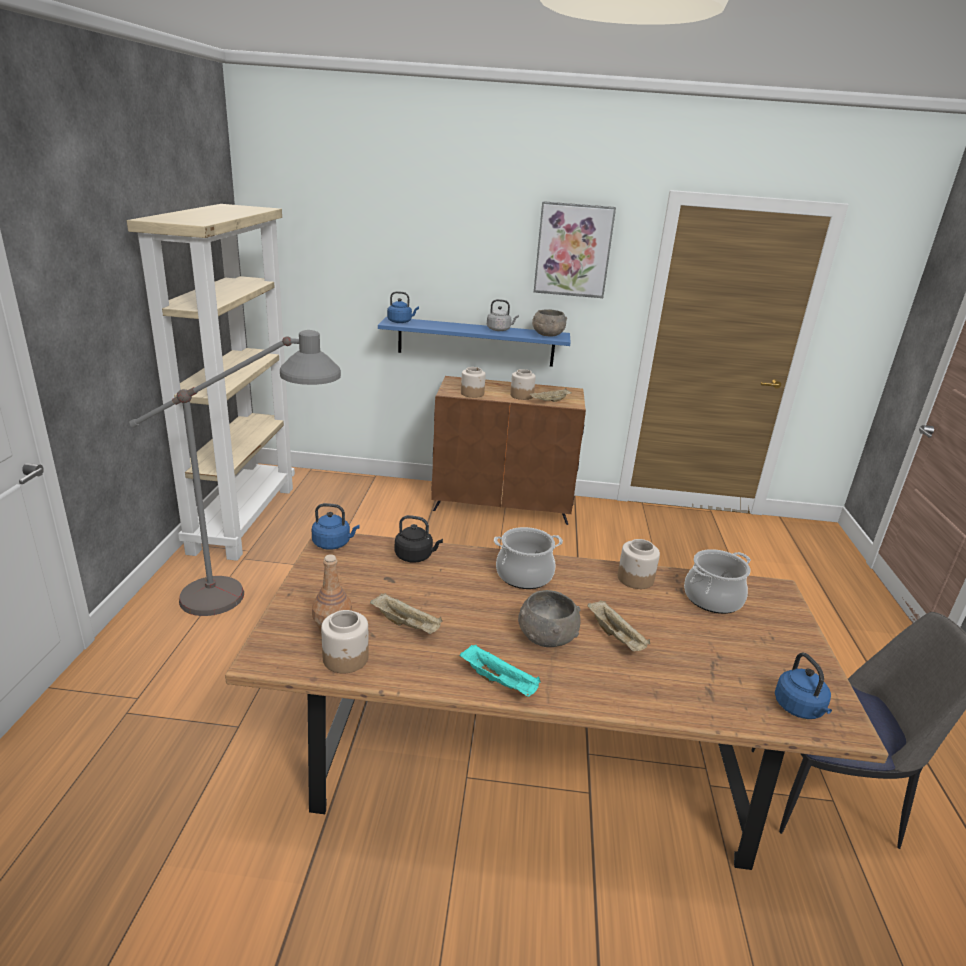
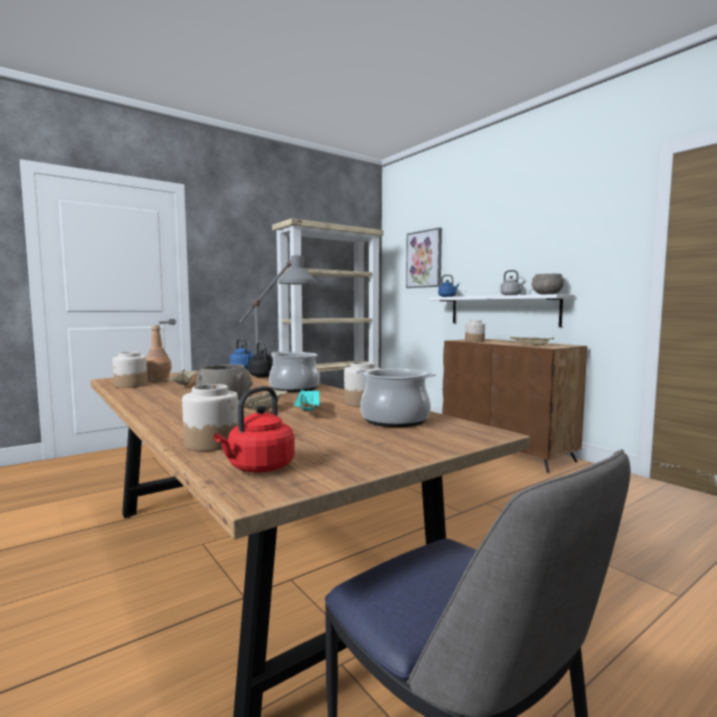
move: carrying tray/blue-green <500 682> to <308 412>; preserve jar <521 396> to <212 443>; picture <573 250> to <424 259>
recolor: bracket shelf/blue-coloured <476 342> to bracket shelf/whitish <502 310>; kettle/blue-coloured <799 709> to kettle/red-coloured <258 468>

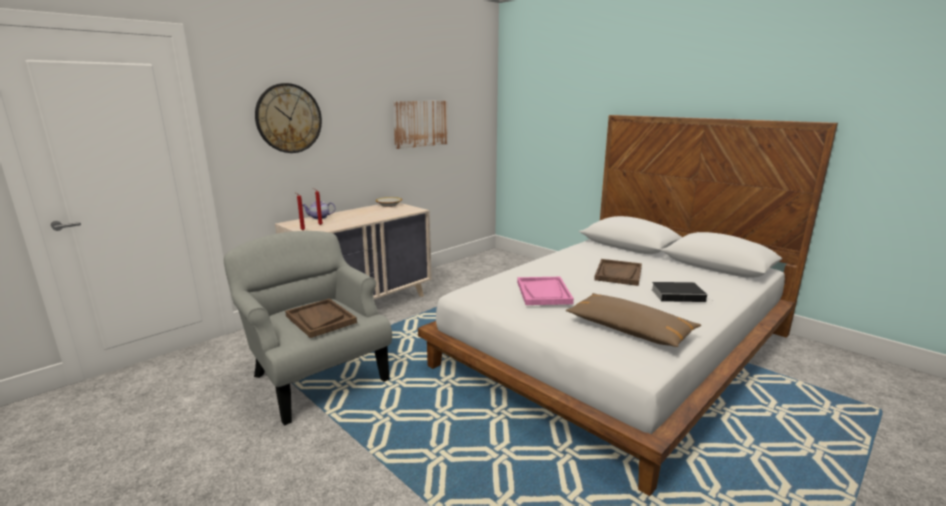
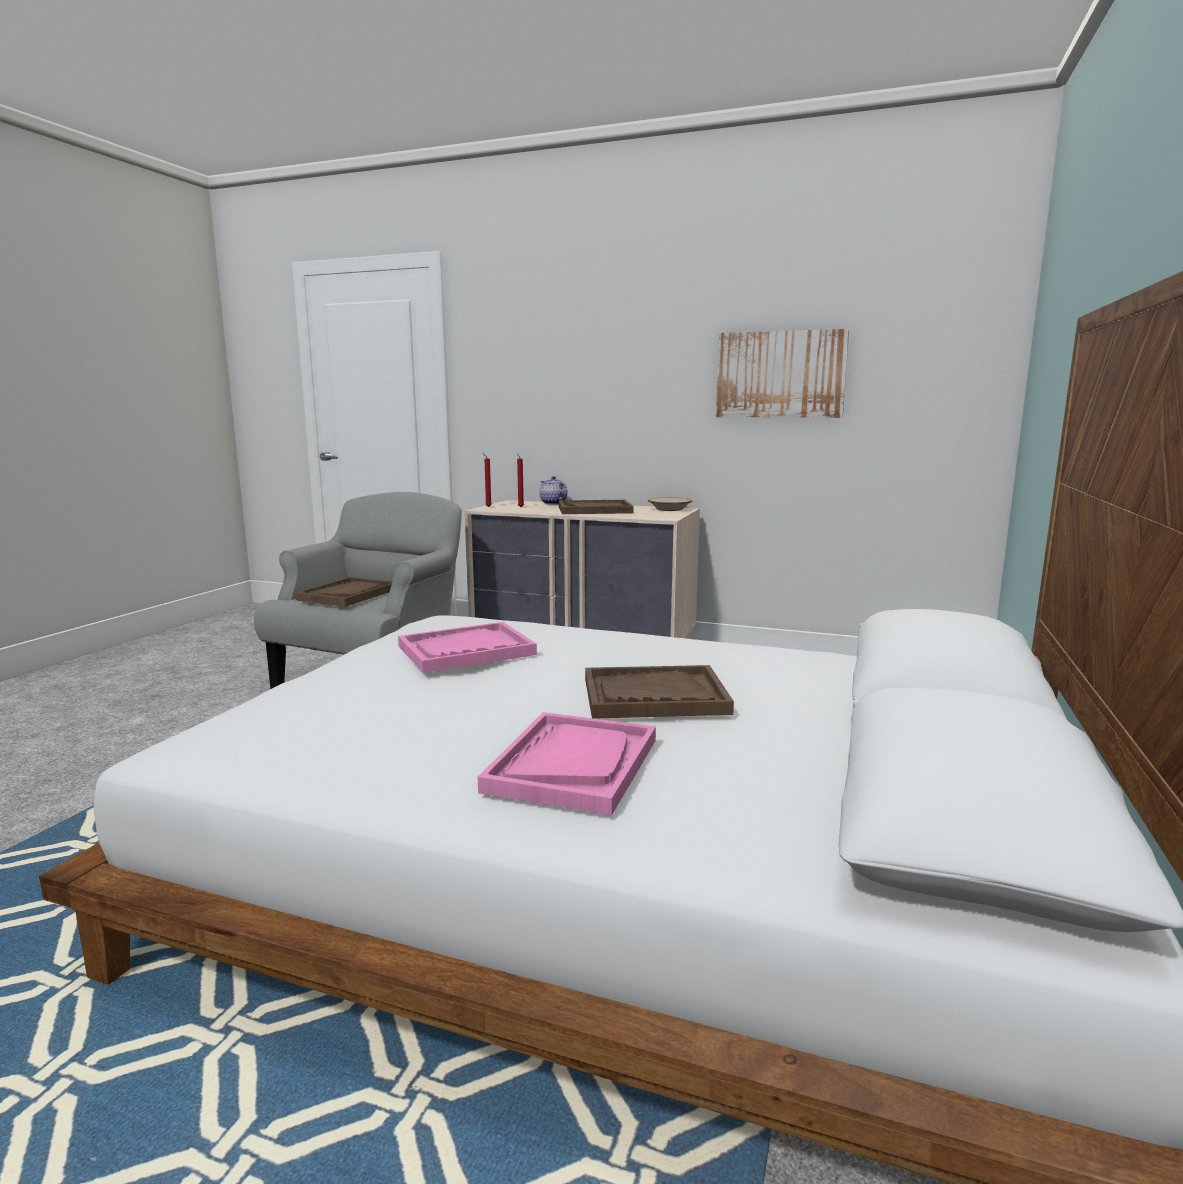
delete: hanging clock <289 118>; throw pillow/brown <629 329>
insert: carrying tray/brown <595 510>
replace: volume <679 295> to carrying tray/pink-coloured <573 764>

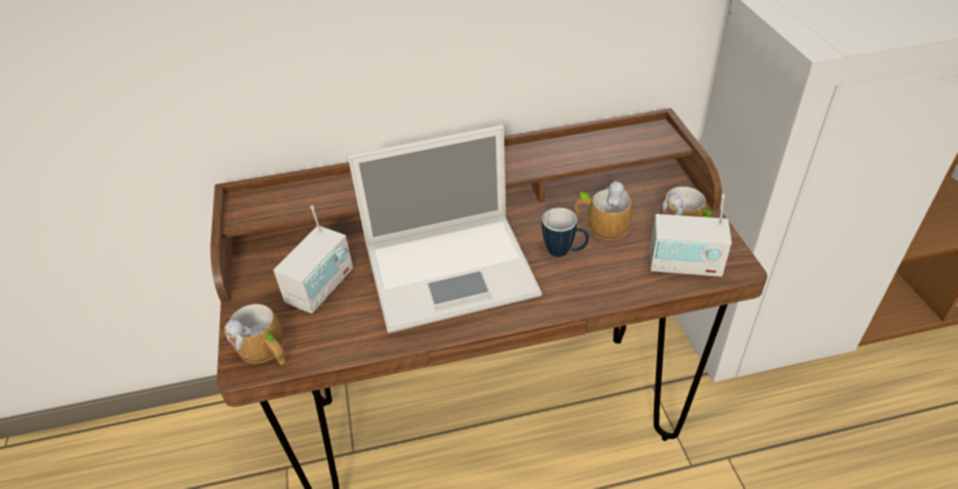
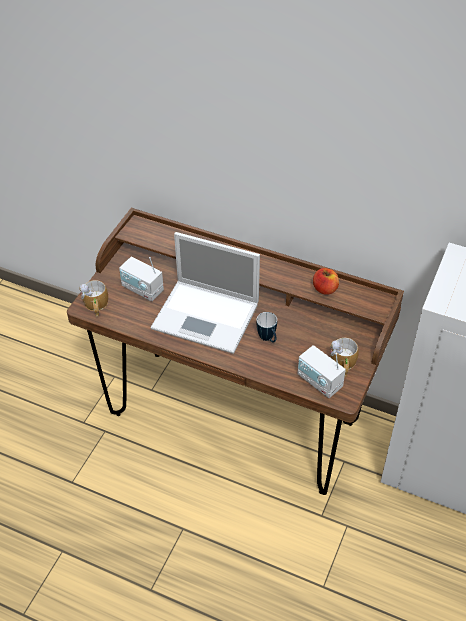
delete: mug <601 224>
insert: whole apple <325 289>
rotate: radio set <321 287> = <142 289> 60 degrees clockwise

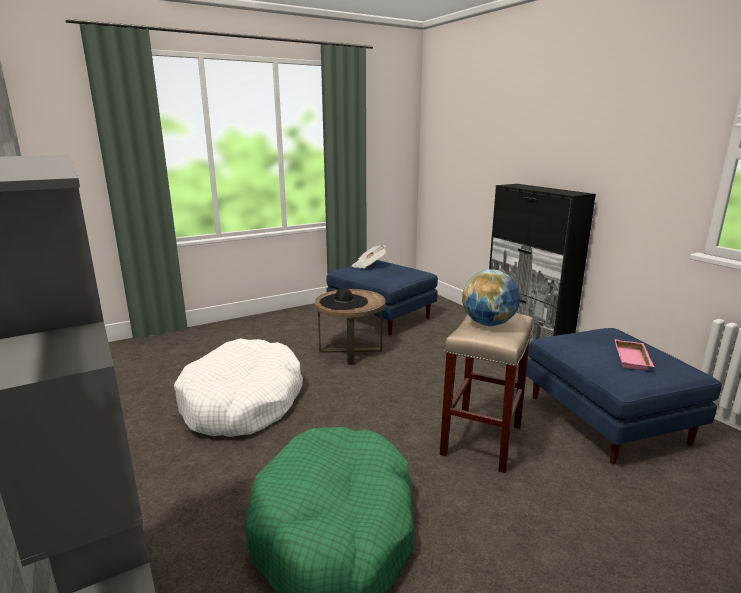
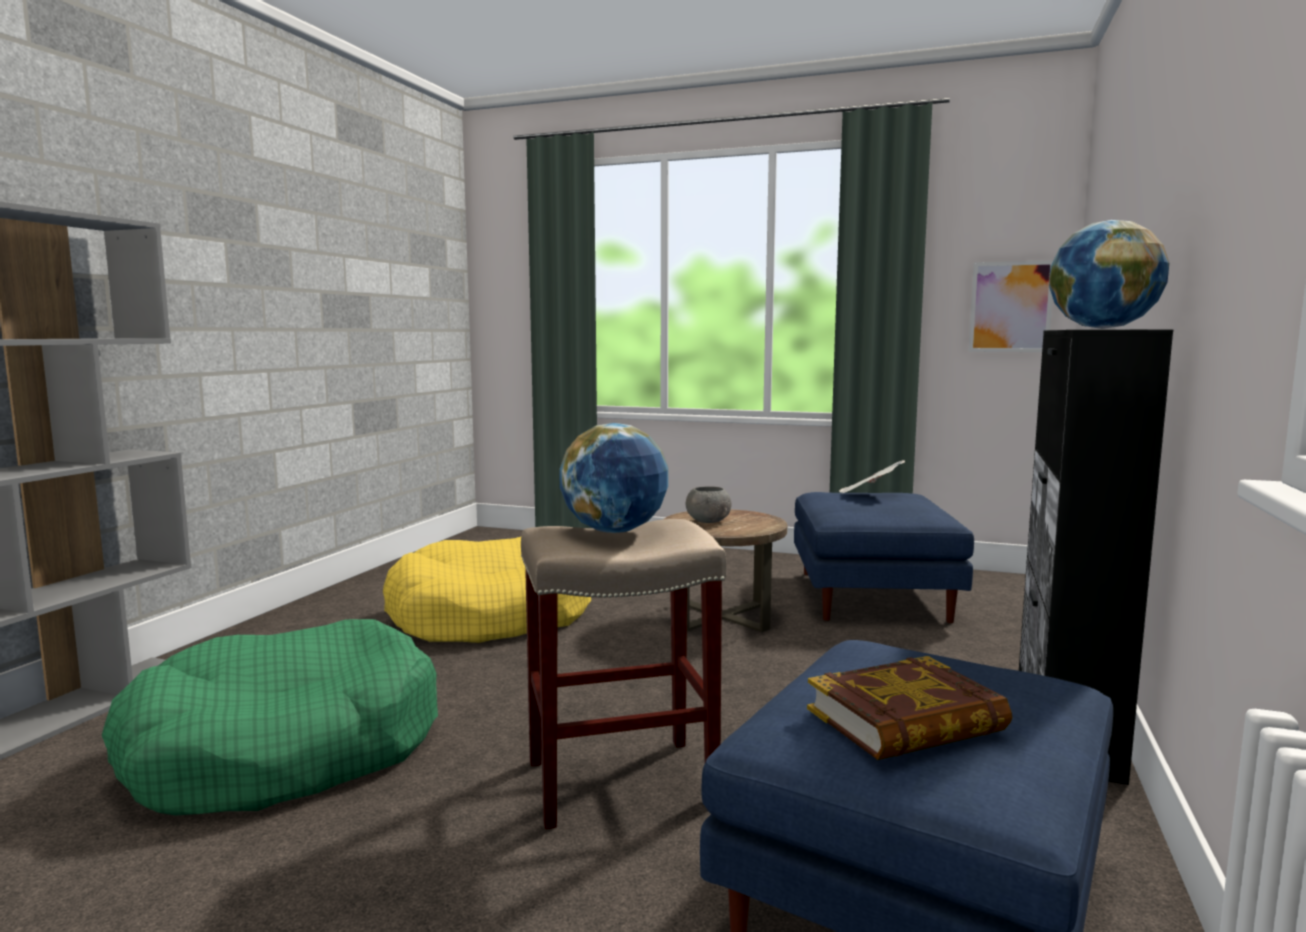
insert: picture <1010 307>; globe <1101 329>
replace: clothing hat/blackish <343 302> to serving bowl/greyish <708 521>; carrying tray/pink-coloured <633 359> to volume <906 721>
recolor: dog bed/whitish <242 402> to dog bed/yellow <490 615>

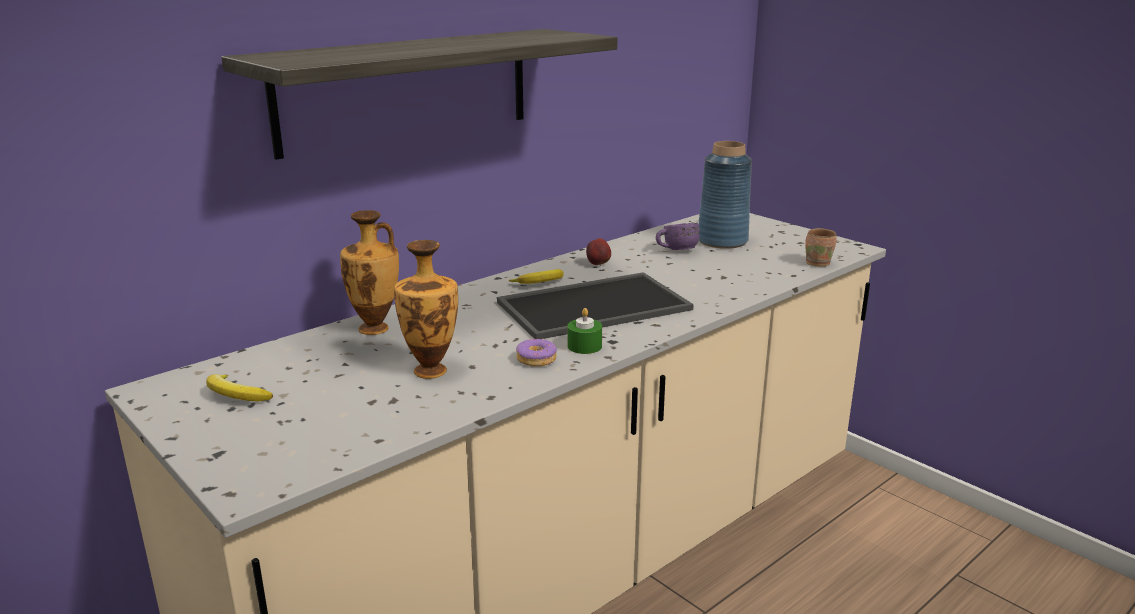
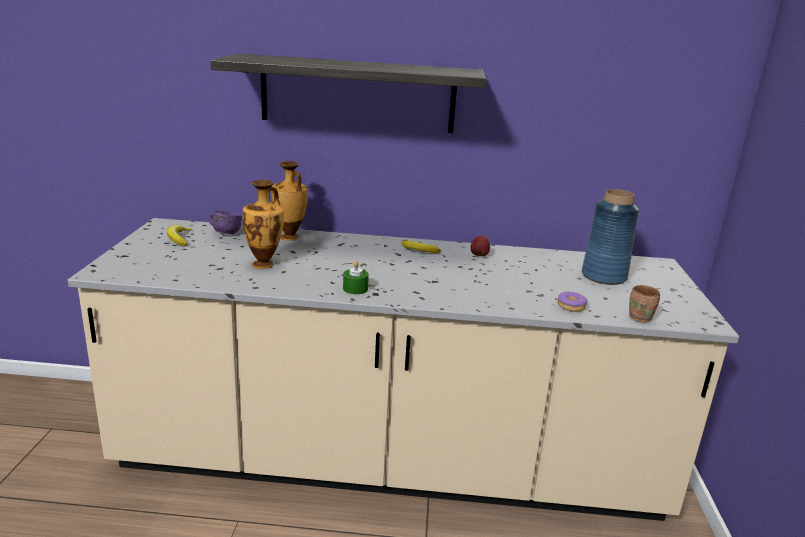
delete: carrying tray <594 305>
move: ring doughnut <536 359> to <571 306>; mug/purple-coloured <675 250> to <225 232>

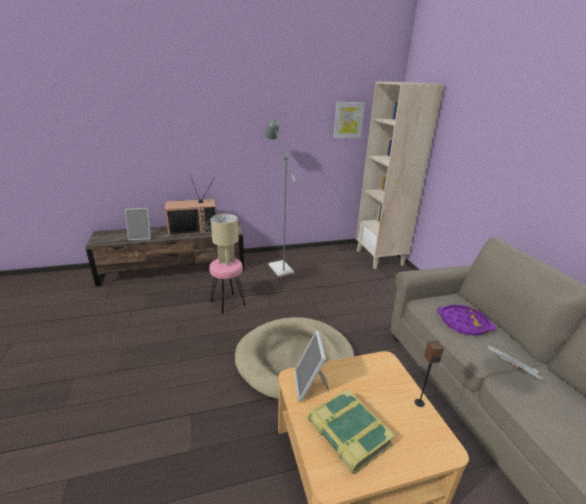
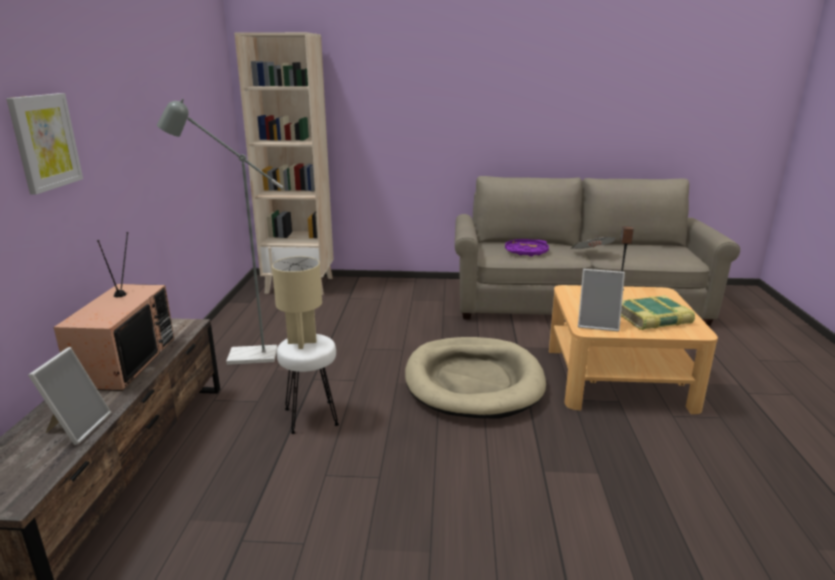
move: picture <348 120> to <45 142>
recolor: sitting stool/pink-coloured <228 303> to sitting stool/whitish <311 416>

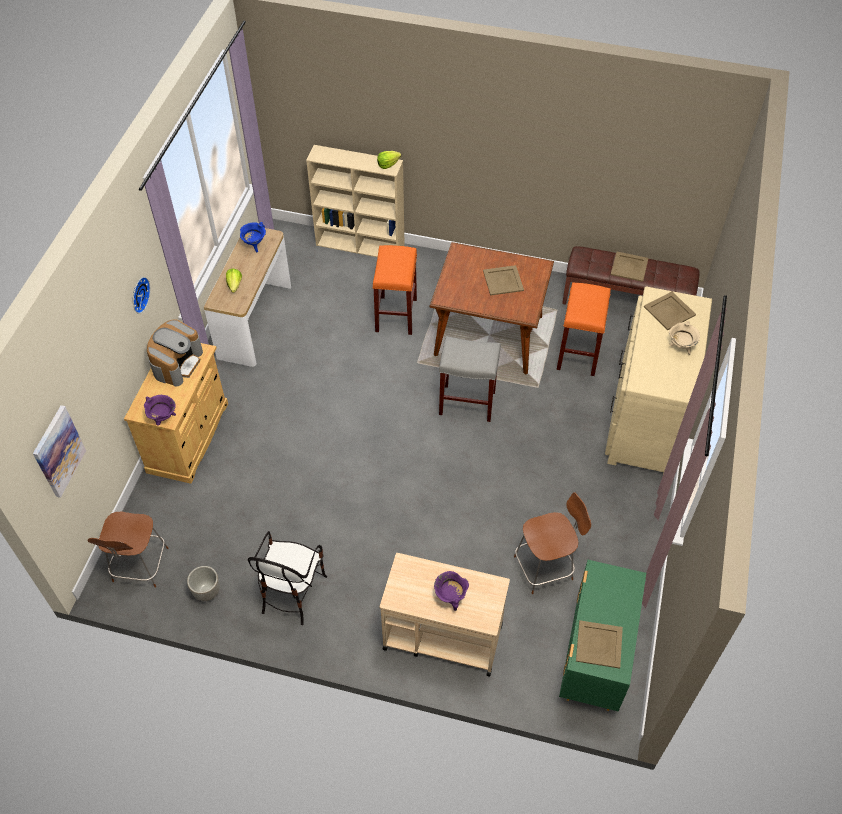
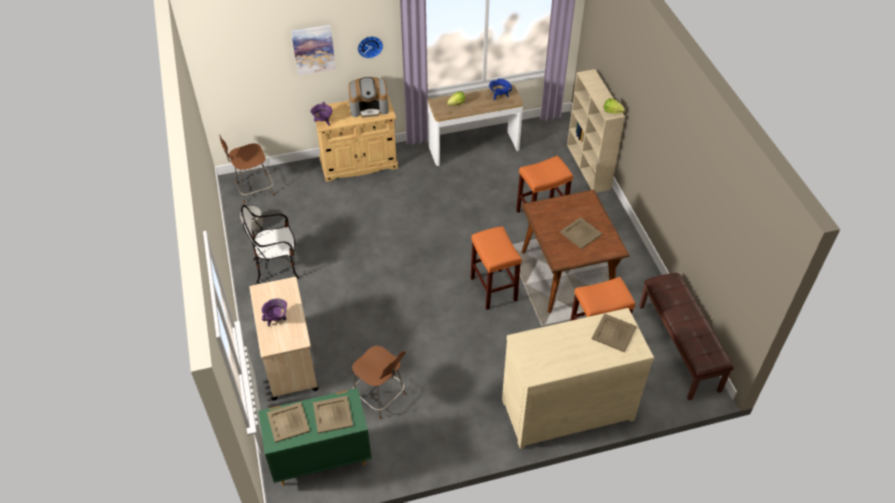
delete: cooking pot/beige <680 347>
move: picture <58 451> to <313 49>; carrying tray/beige <629 267> to <332 414>
recolor: sitting stool/greyish <466 403> to sitting stool/orange <493 289>

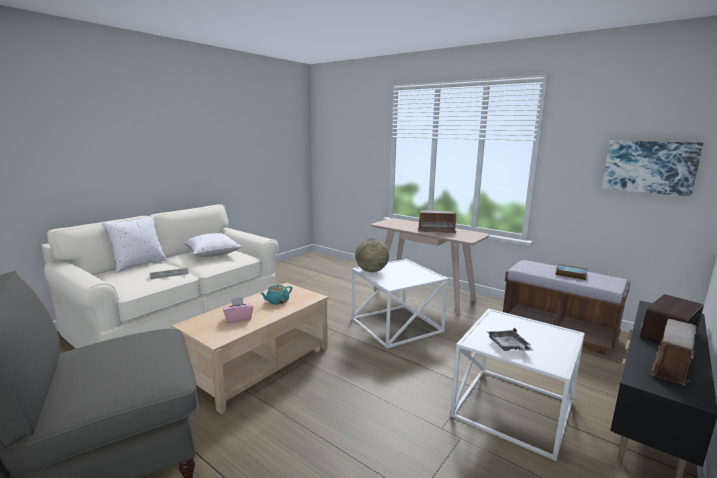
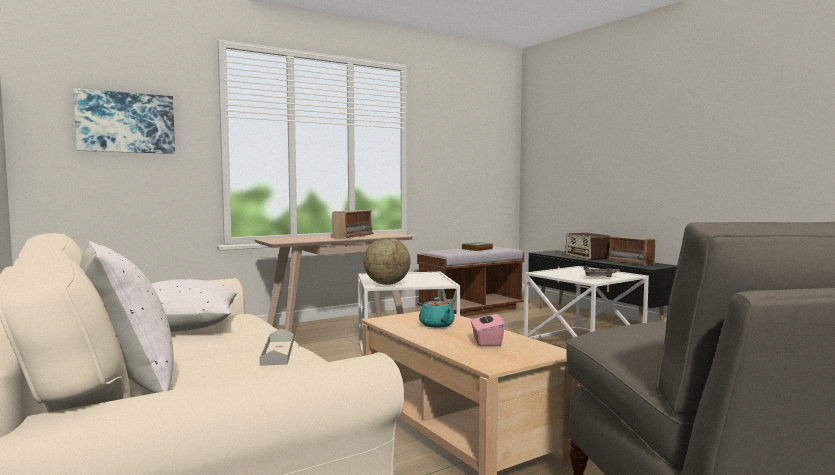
move: picture <649 167> to <125 122>

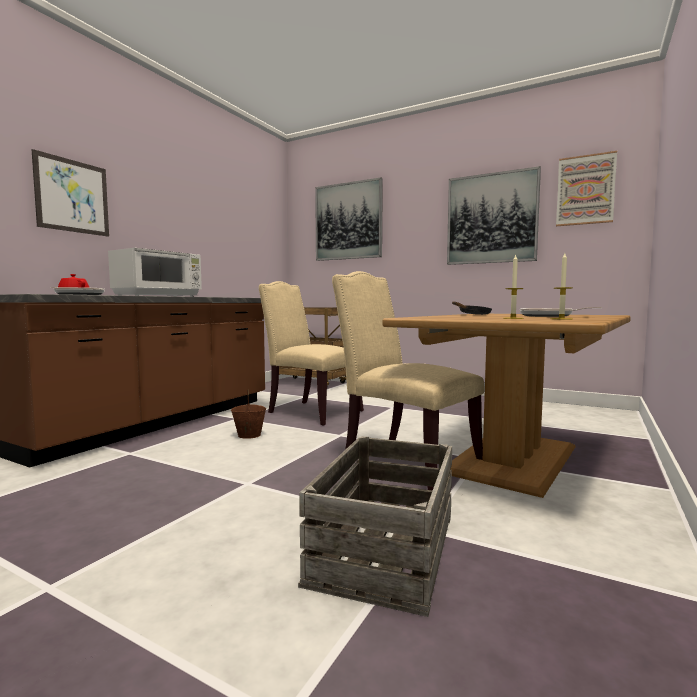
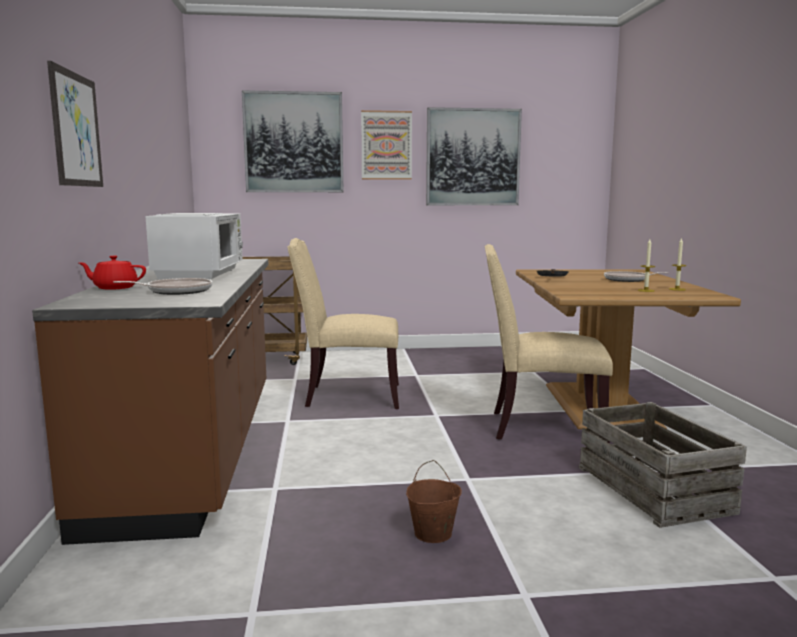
move: water bucket/brown <249 435> to <432 534>; picture <585 190> to <386 145>

